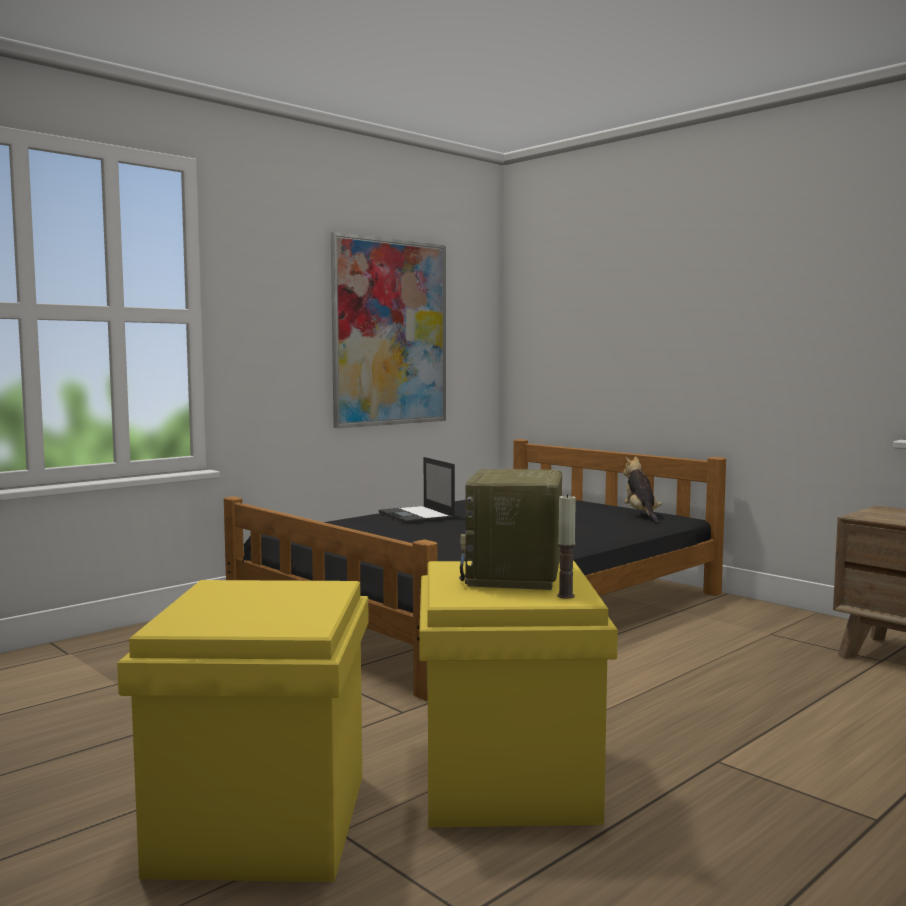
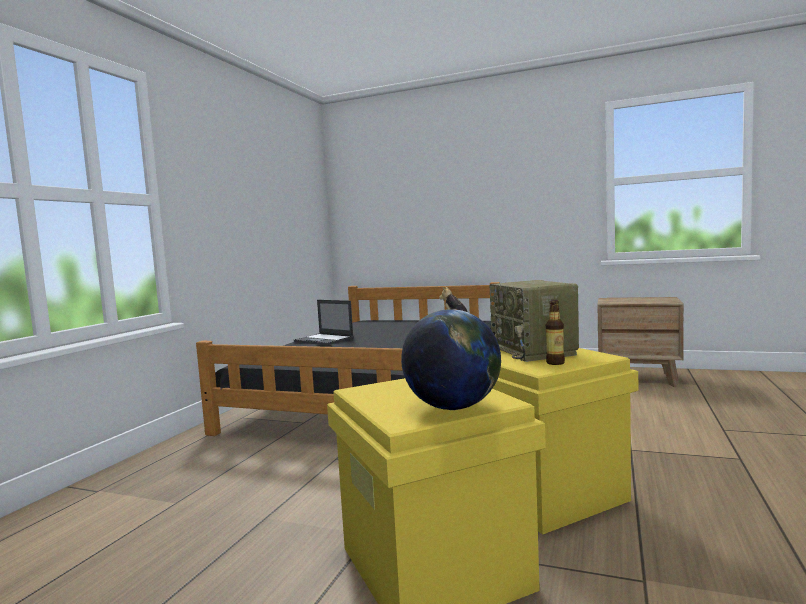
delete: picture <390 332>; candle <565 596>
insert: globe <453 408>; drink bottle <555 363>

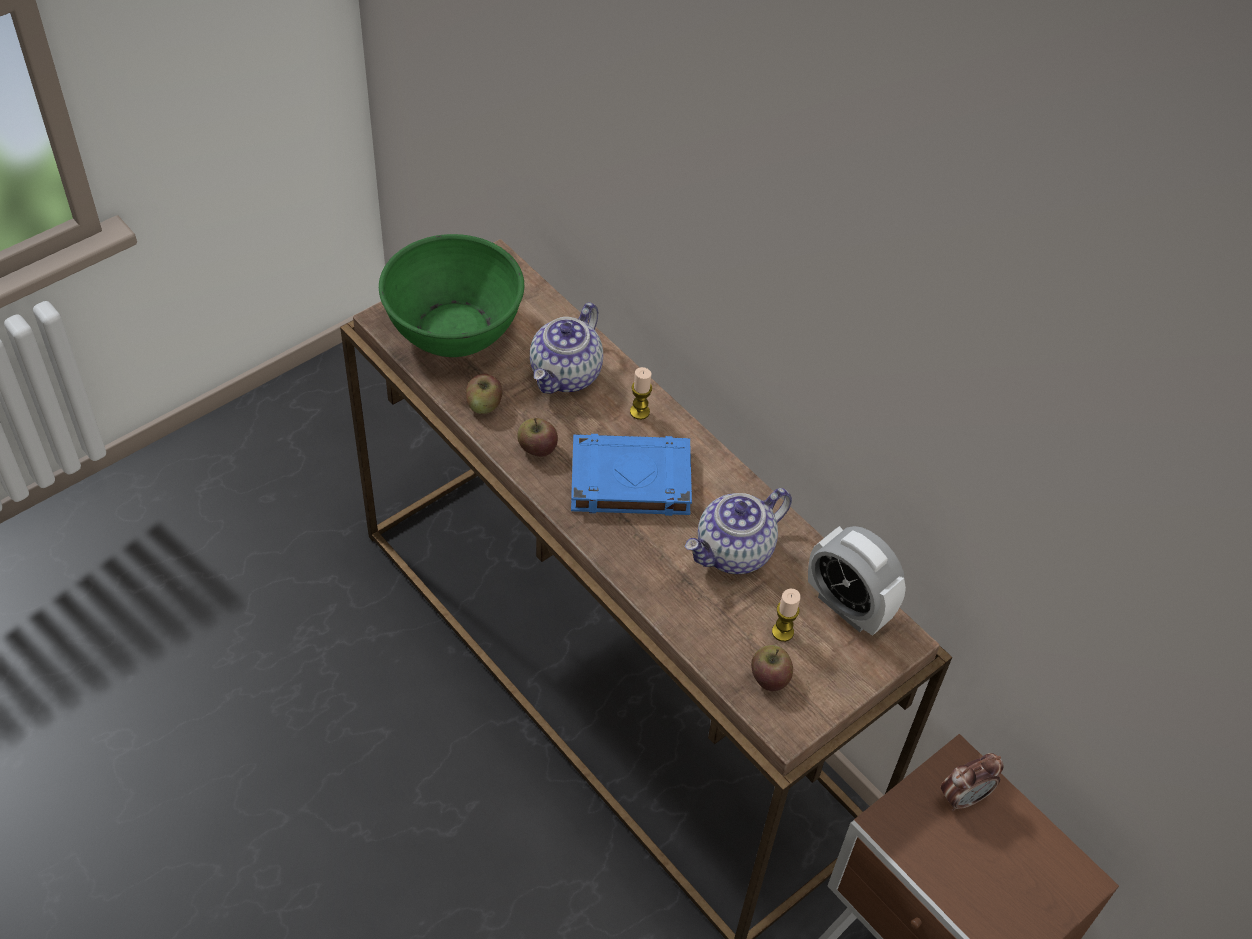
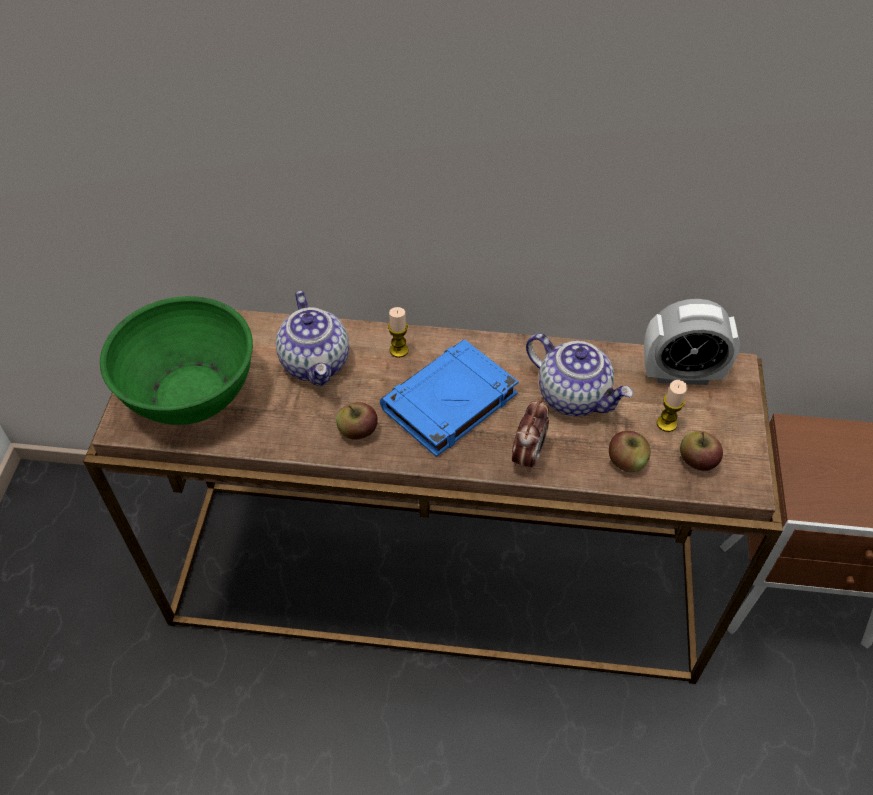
move: whole apple <484 405> to <626 461>; alarm clock <963 797> to <527 456>
rotate: tea pot <734 552> = <574 396> 60 degrees counterclockwise

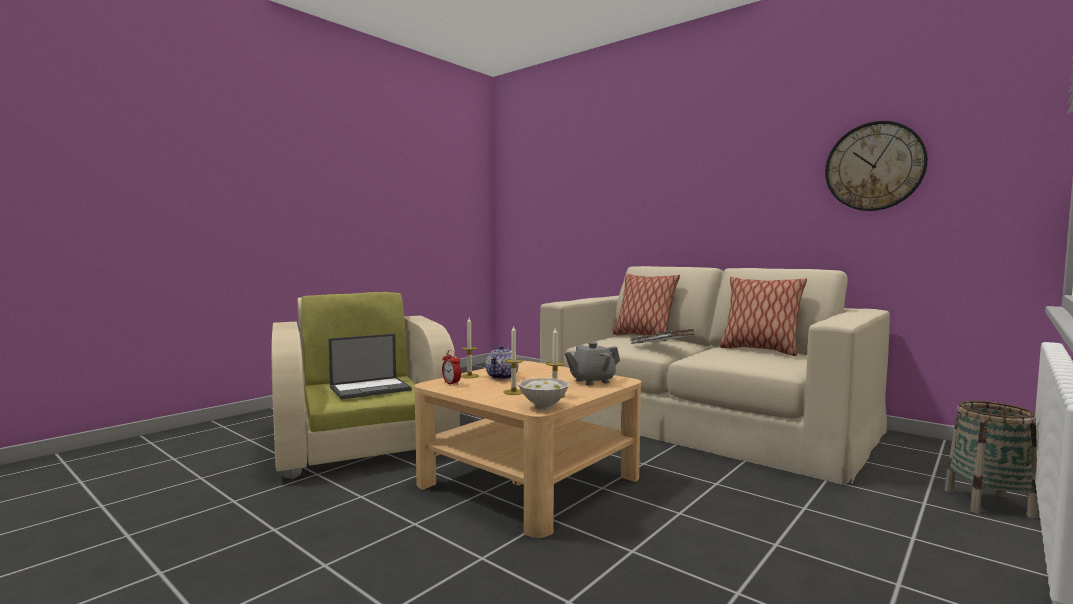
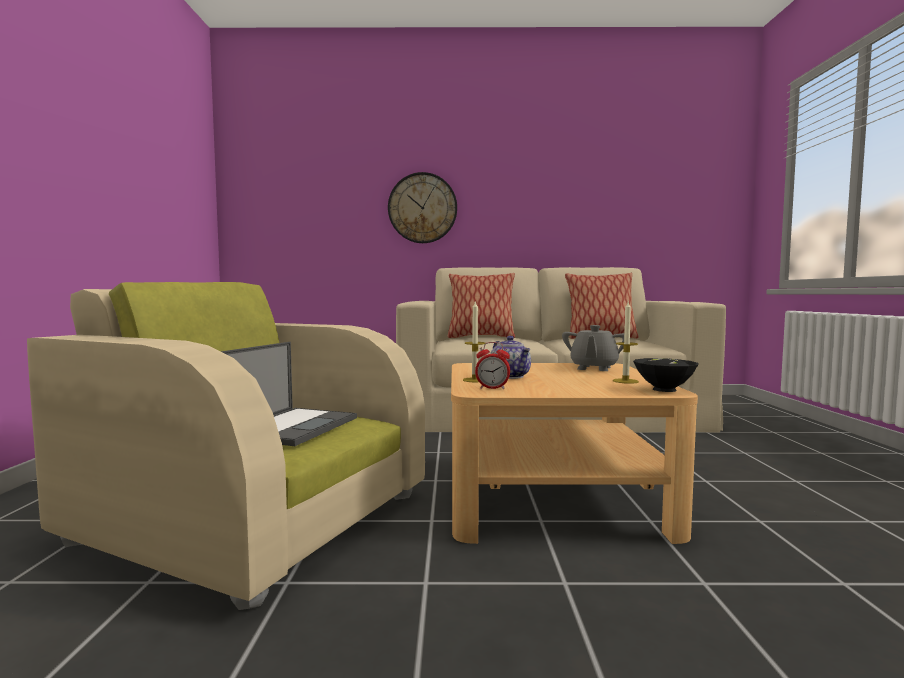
delete: candle <513 392>; volume/whitish <662 346>; household basket <988 503>
move: hanging clock <874 166> to <422 208>
recolor: serving bowl/whitish <543 407> to serving bowl/blackish <665 390>

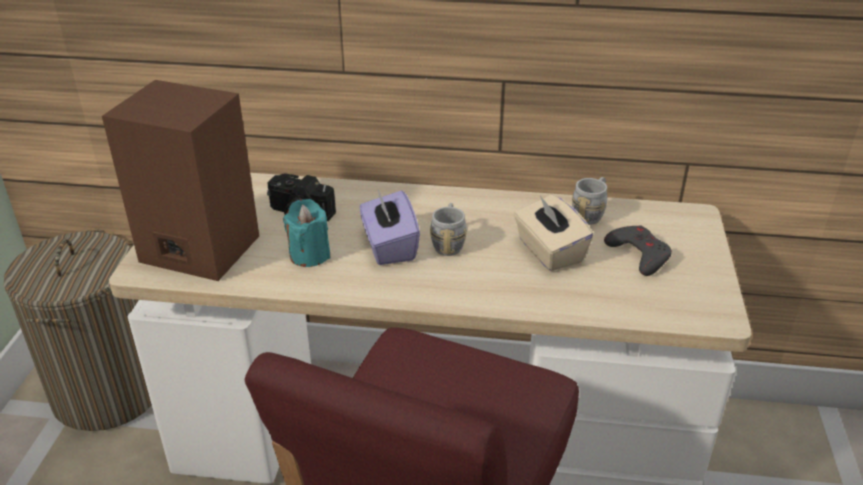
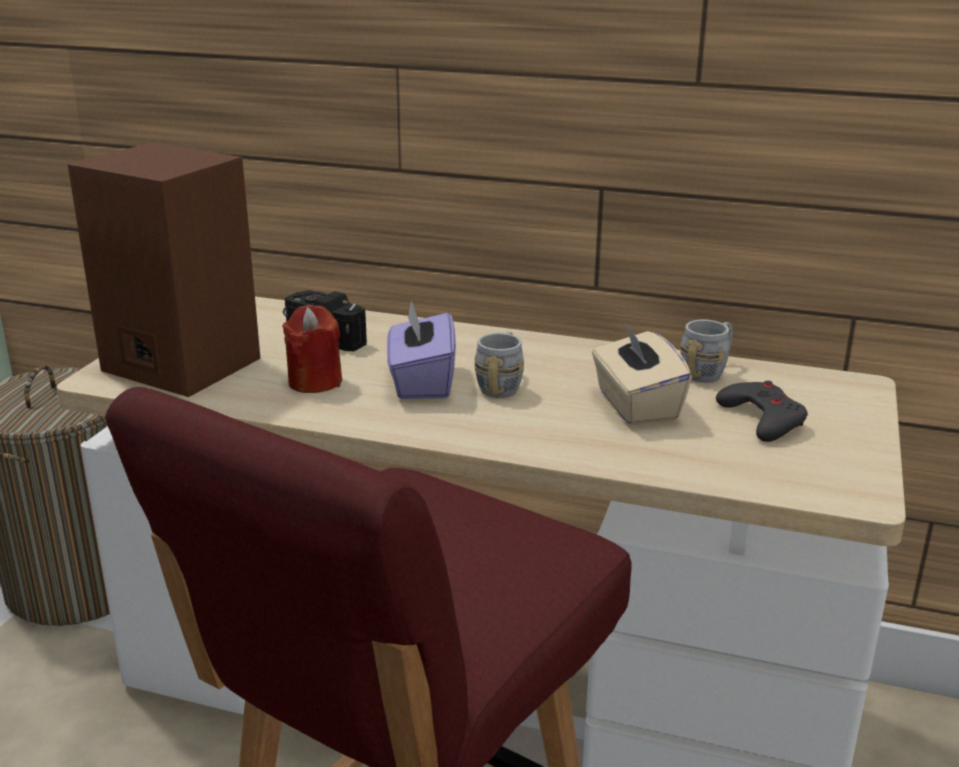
recolor: candle/blue-green <309 255> to candle/red-coloured <315 382>

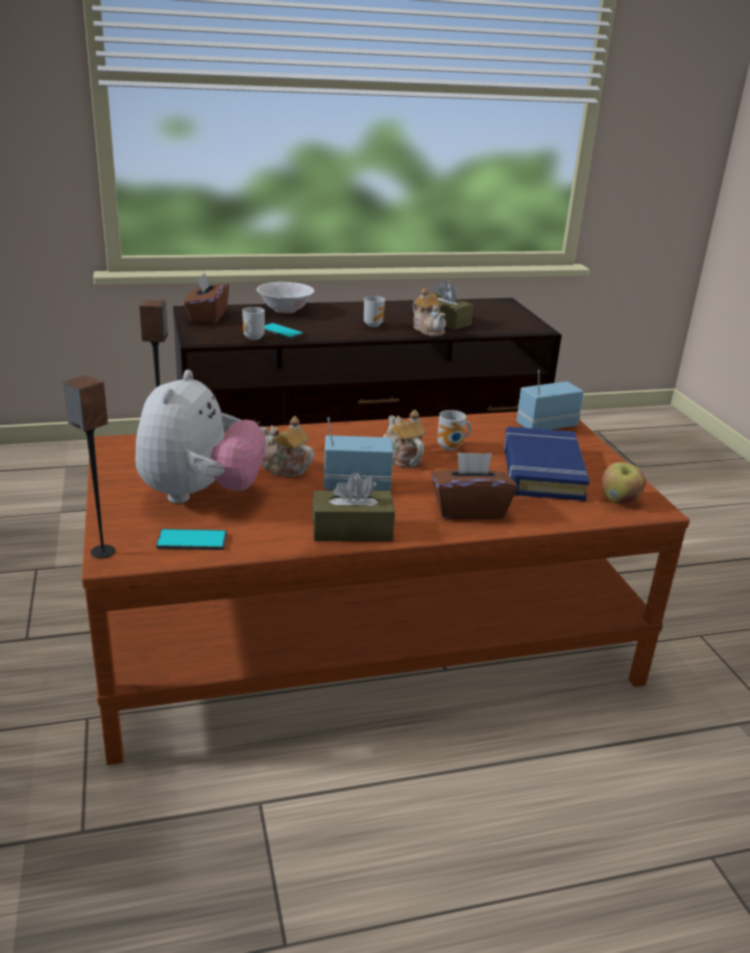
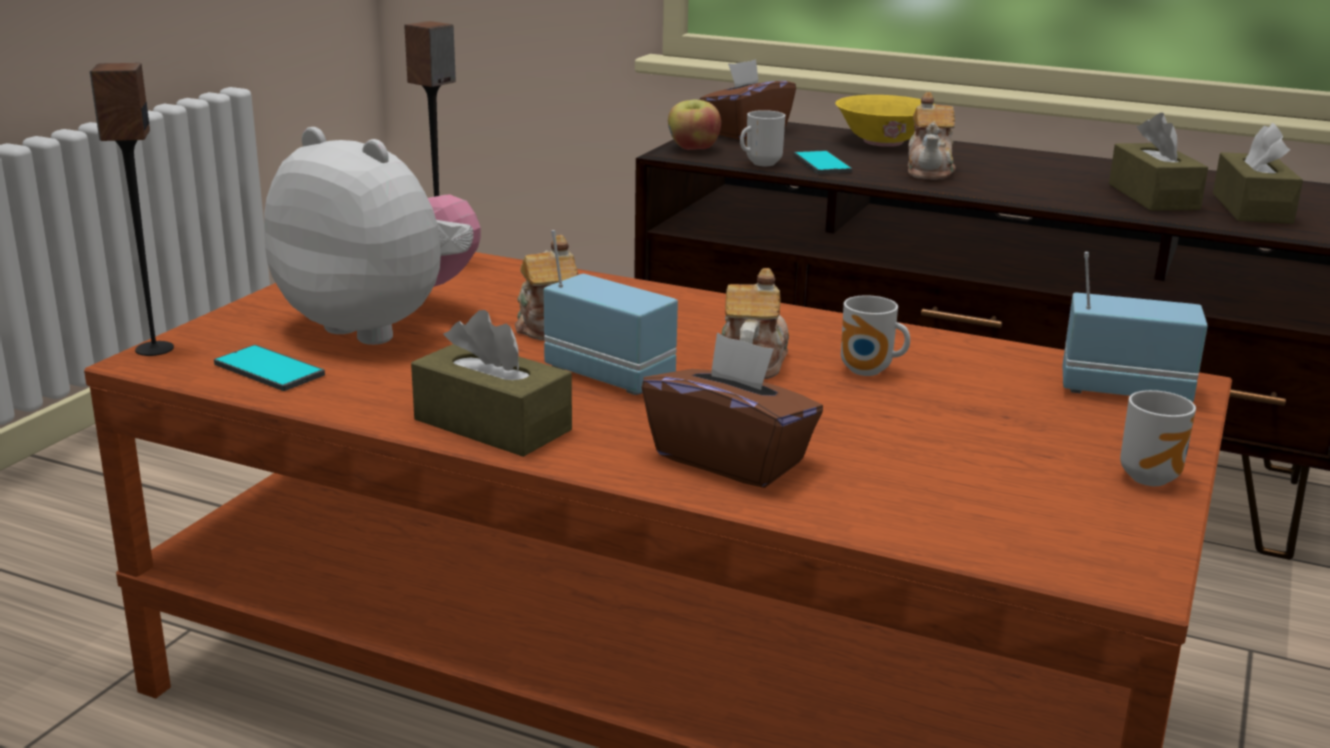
delete: volume/blue-coloured <541 471>
insert: box of tissues/brown <1251 208>
move: mug <373 325> to <1152 477>; tea pot <428 330> to <930 170>; whole apple <619 500> to <693 148>
recolor: serving bowl/whitish <285 310> to serving bowl/yellow <883 142>
rotate: soft toy <200 494> = <379 326> 105 degrees counterclockwise

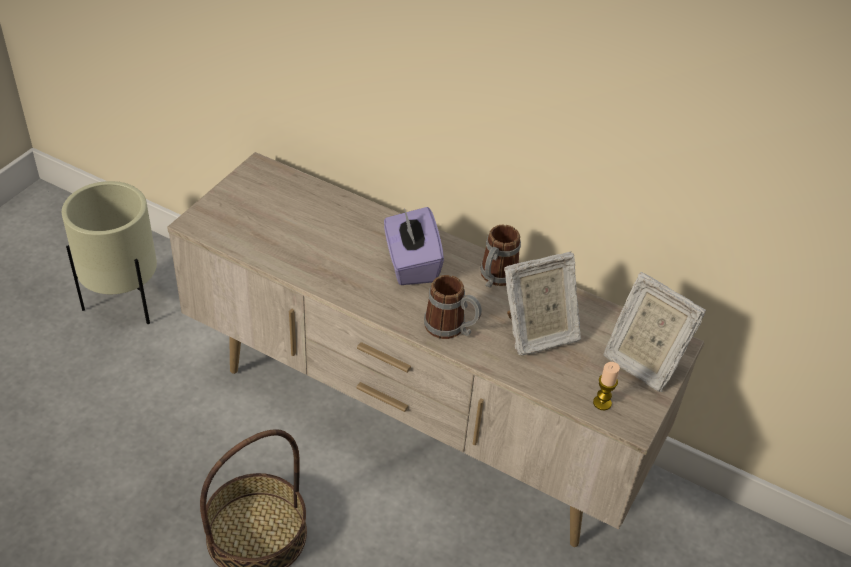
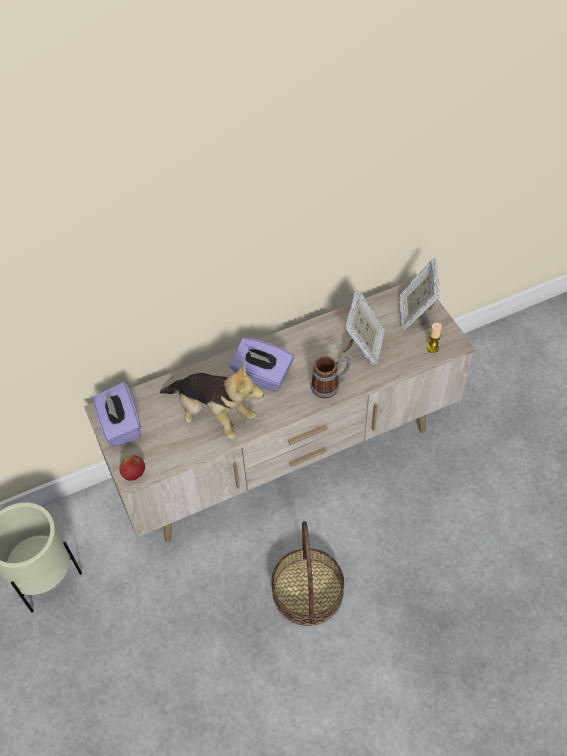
delete: mug <495 278>
insert: box of tissues/purple-coloured <121 425>; whole apple <134 474>; soft toy <213 415>
rotate: picture frame <642 361> = <416 312> 105 degrees clockwise

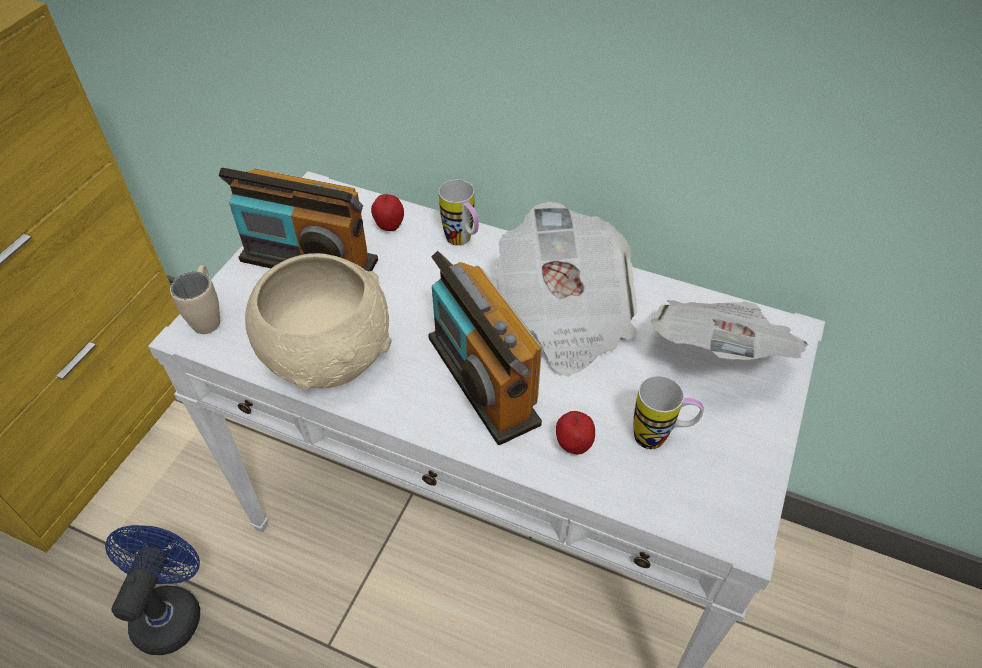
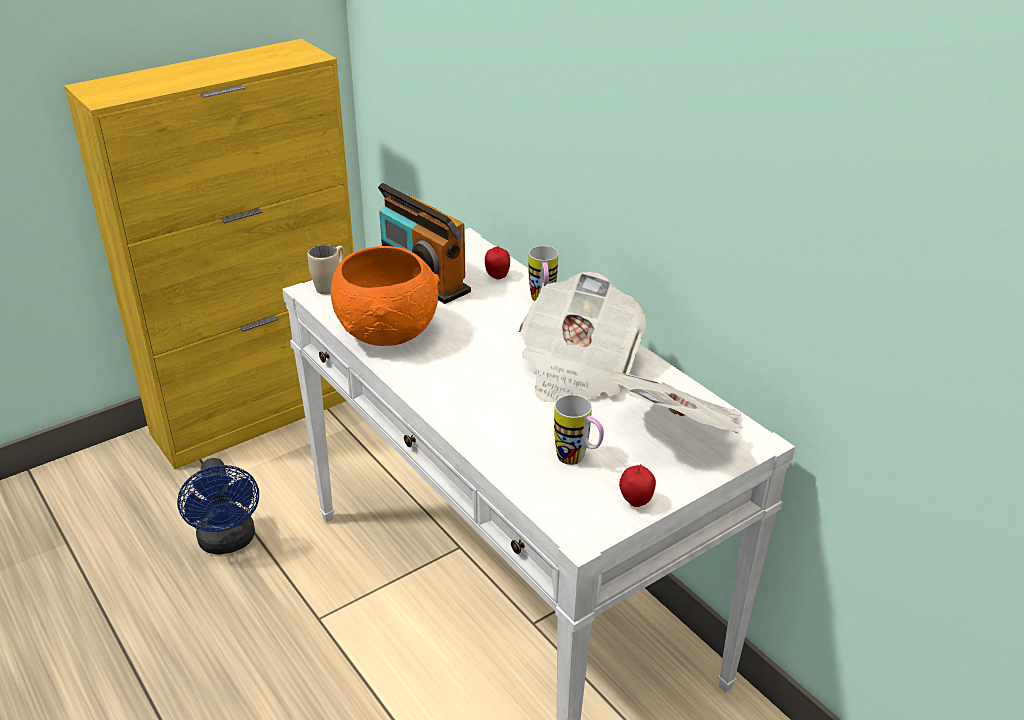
delete: radio set <482 380>
move: whole apple <573 446> to <635 502>
recolor: serving bowl/beige <330 356> to serving bowl/orange <389 333>
rotate: fan/blue-coloured <171 610> = <228 542> 120 degrees clockwise

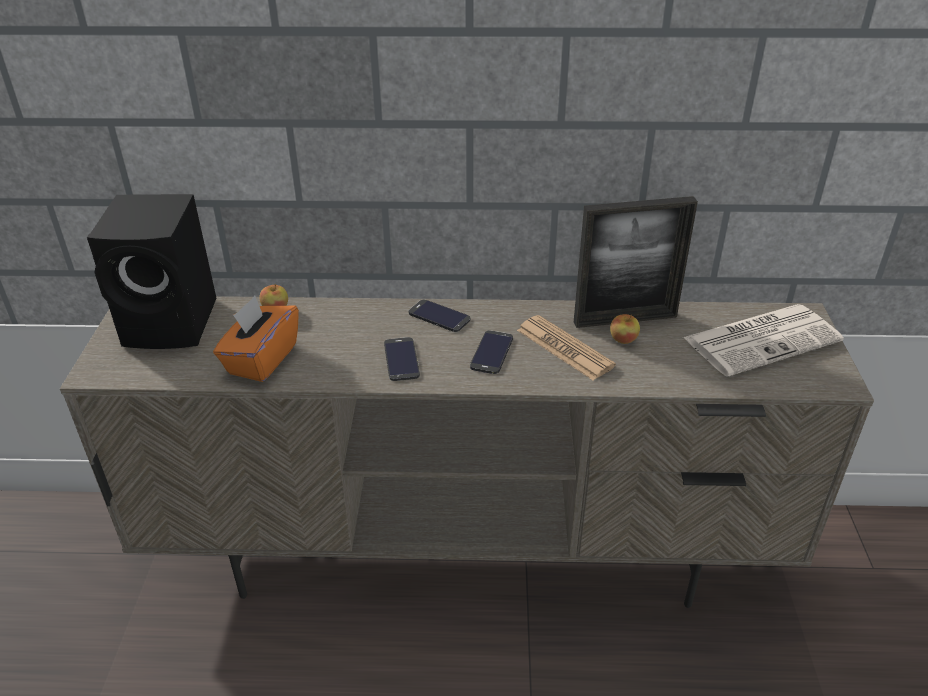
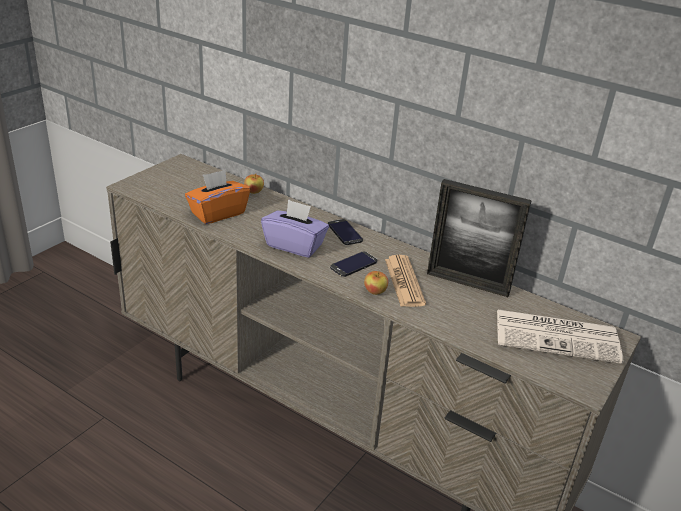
delete: loudspeaker/blackish <174 323>
move: whole apple <623 340> to <375 292>
replace: handset <401 359> to box of tissues/purple-coloured <294 245>

